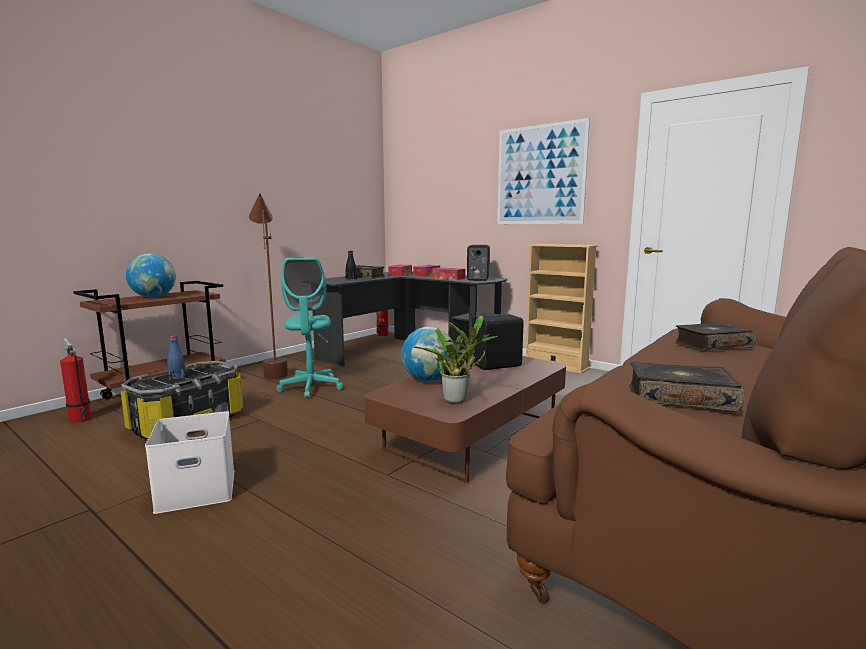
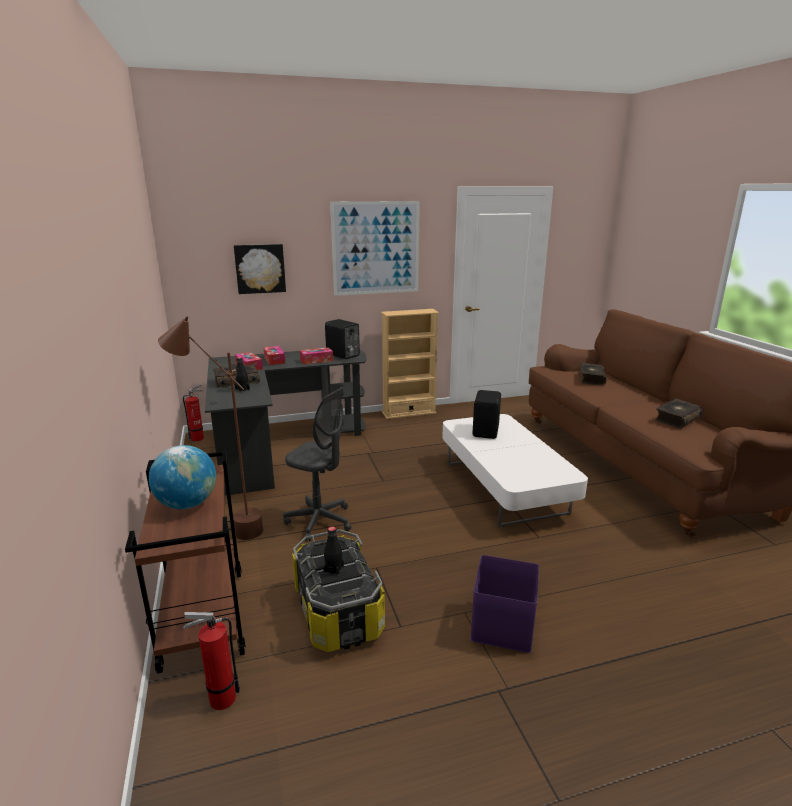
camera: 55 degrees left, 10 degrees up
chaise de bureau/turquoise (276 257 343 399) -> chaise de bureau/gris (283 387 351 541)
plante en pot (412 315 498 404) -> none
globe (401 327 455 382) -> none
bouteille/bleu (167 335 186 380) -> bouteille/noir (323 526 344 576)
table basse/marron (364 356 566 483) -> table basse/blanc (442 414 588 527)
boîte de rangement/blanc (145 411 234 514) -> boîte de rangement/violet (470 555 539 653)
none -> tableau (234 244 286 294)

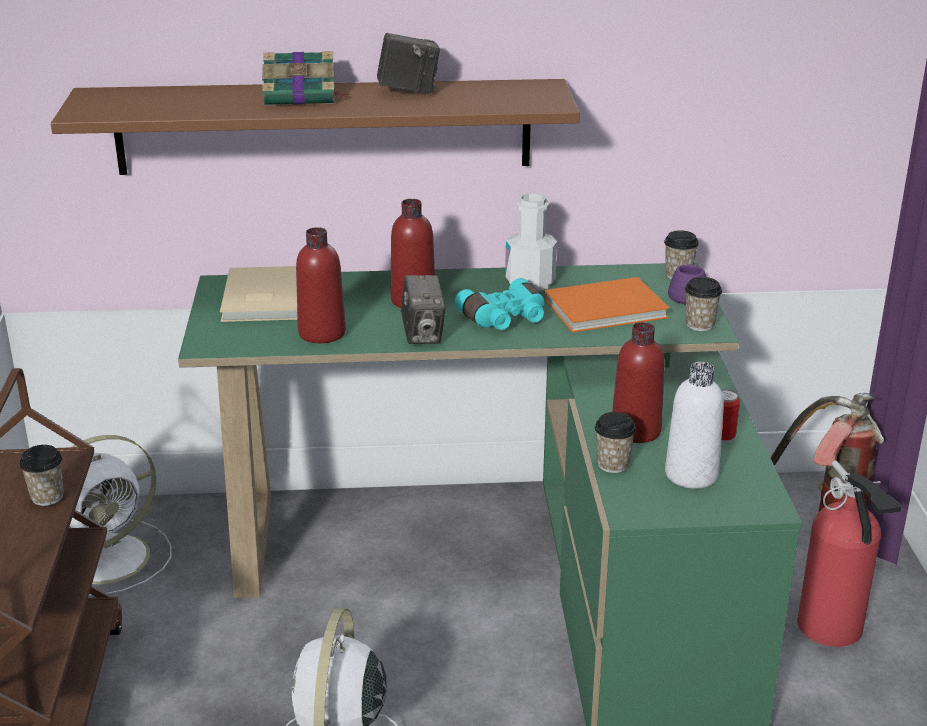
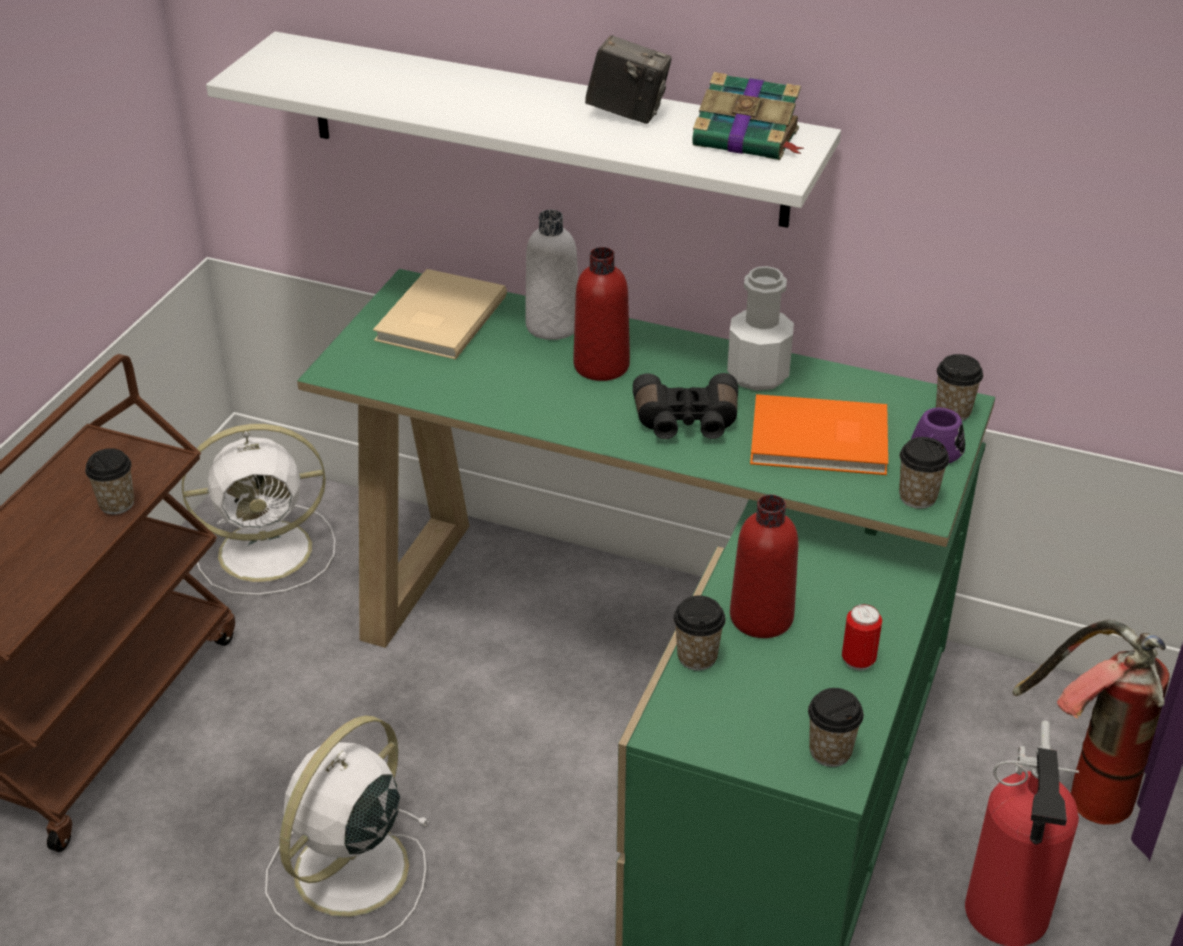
camera: 25 degrees right, 10 degrees up
livre (262 51 348 105) -> livre (692 72 804 160), move
étagère/marron (51 79 580 175) -> étagère/blanc (206 31 841 228)
bouteille/rouge (296 227 346 343) -> none
appareil photo (401 275 446 344) -> none
jumelles/turquoise (455 278 545 330) -> jumelles/noir (633 373 738 439)
bouteille/blanc (665 362 724 489) -> bouteille/blanc (525 210 578 340), move
none -> tasse (808 688 864 767)

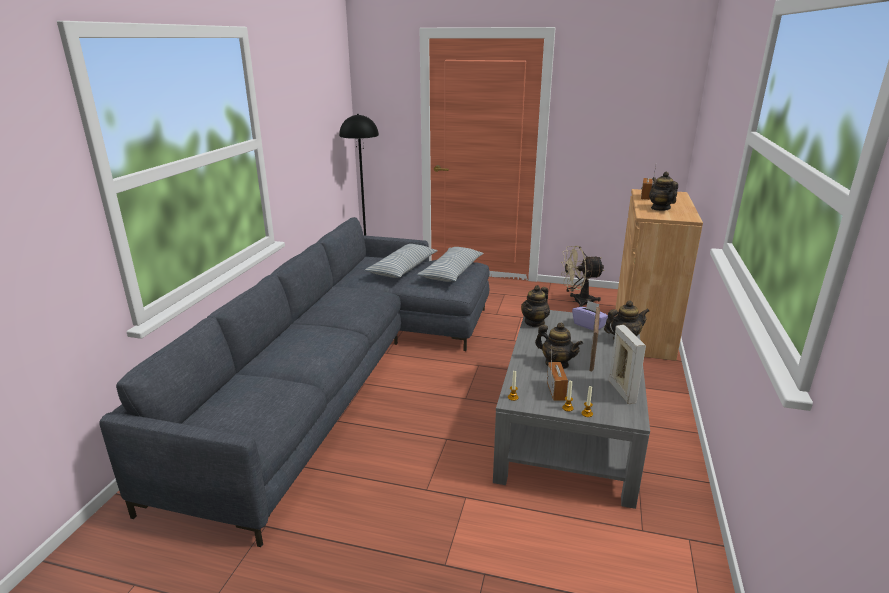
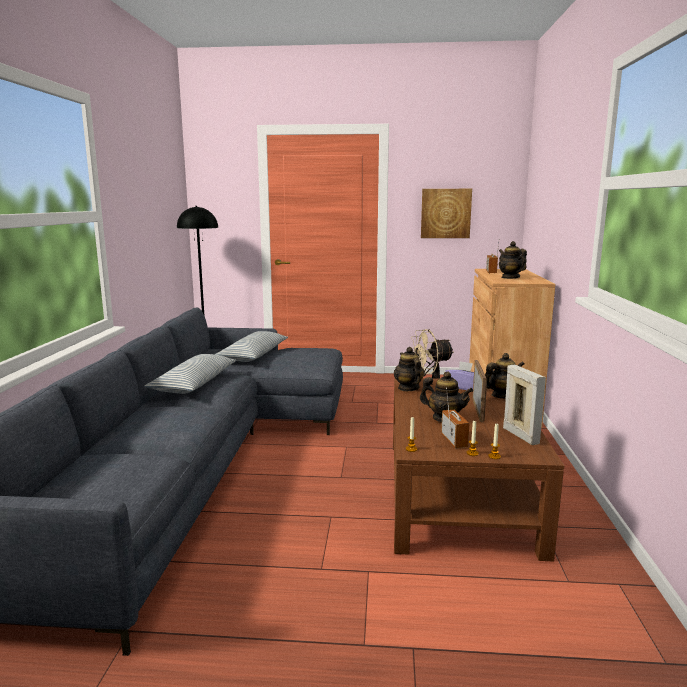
camera: 10 degrees left, 10 degrees down
coussin (417 247 484 282) -> coussin (144 354 236 394), move
théière (521 285 550 328) -> théière (394 347 424 391), 135 degrees clockwise
table basse/gris (493 310 650 509) -> table basse/marron (393 378 564 562)
none -> tableau (421 189 472 238)

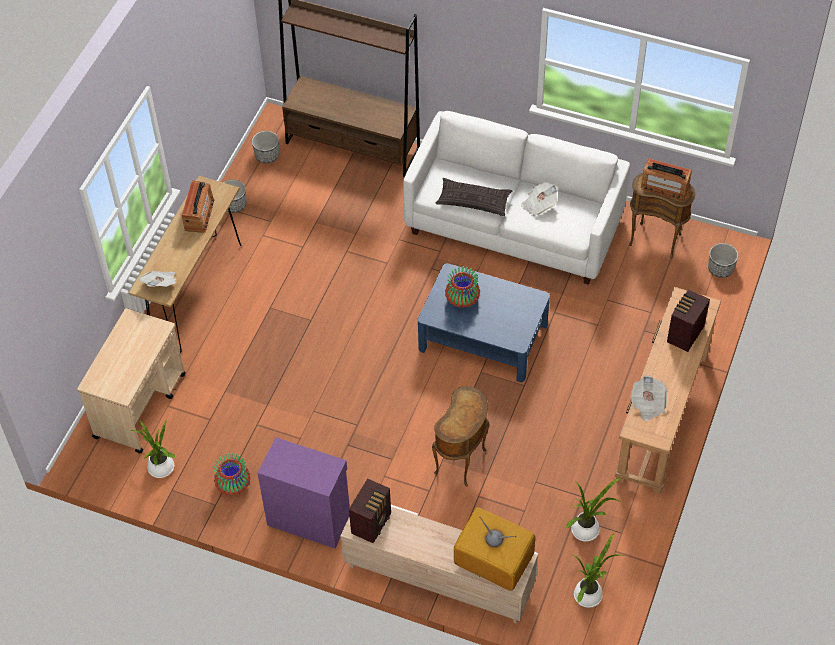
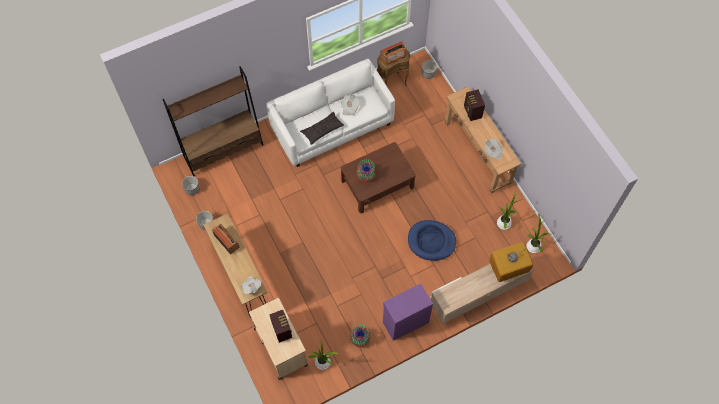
camera: 50 degrees left, 10 degrees up
table basse/bleu (418 263 550 382) -> table basse/marron (341 142 416 213)
table d'appoint/marron (432 386 489 487) -> panier pour chien/bleu (408 220 456 261)
radio (349 478 391 543) -> radio (269 310 292 343), move

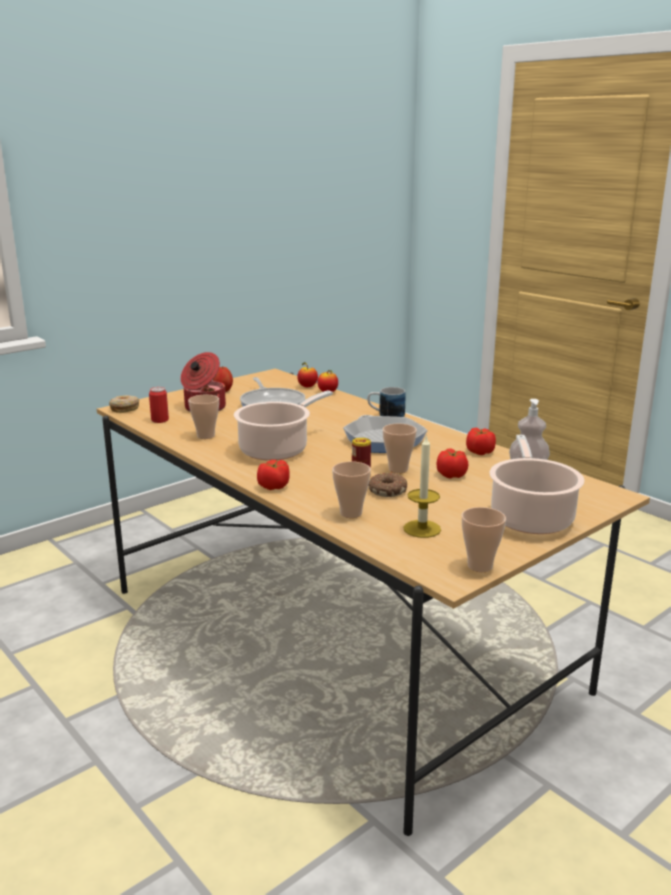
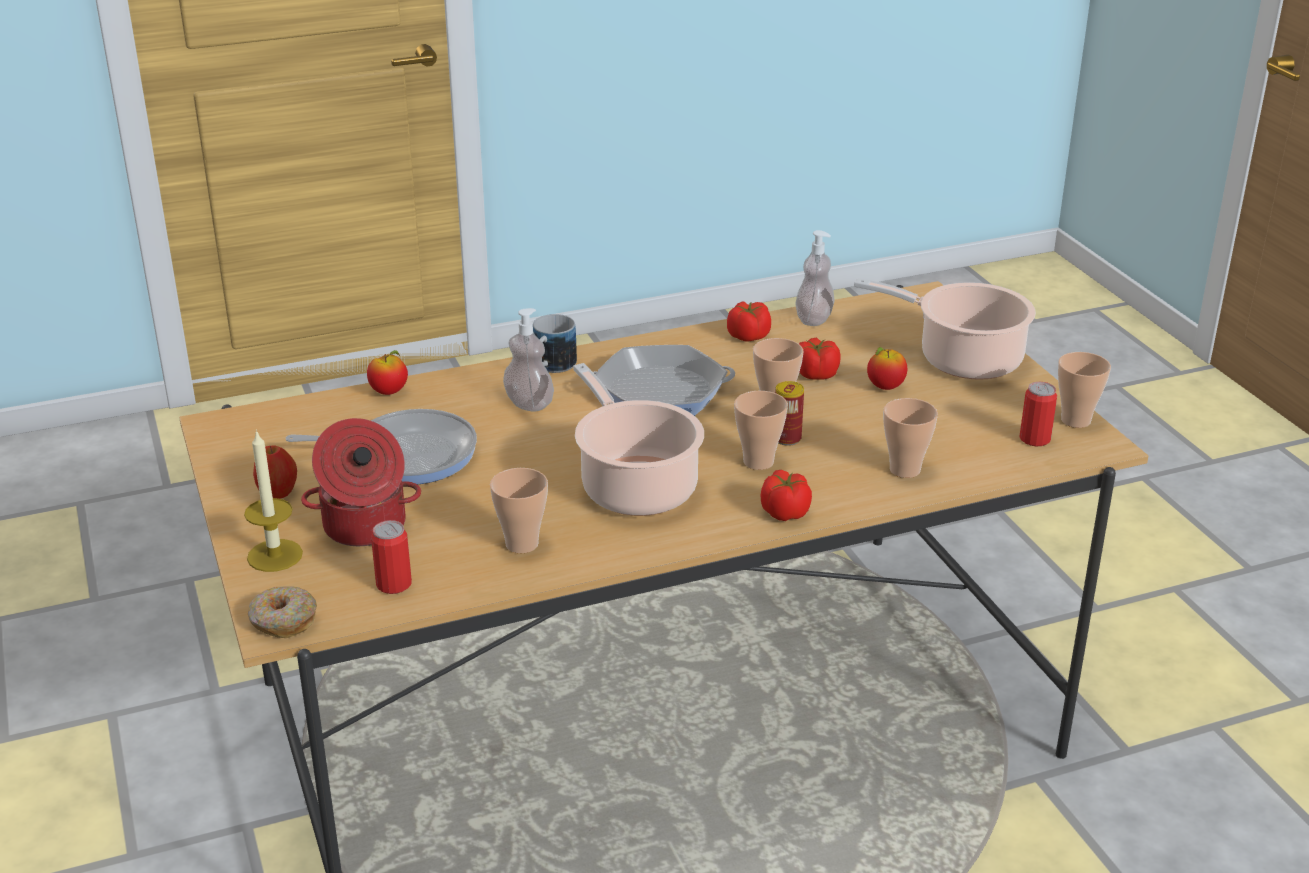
camera: 70 degrees left, 10 degrees up
pomme (297 362 318 387) -> pomme (867 347 907 390), move
bougie (404 435 441 538) -> bougie (244 430 303 572), move
beignet (368 473 407 497) -> none
none -> distributeur de savon (503 308 554 412)
none -> boîte métallique (1019 382 1057 446)
none -> tasse (734 391 788 470)

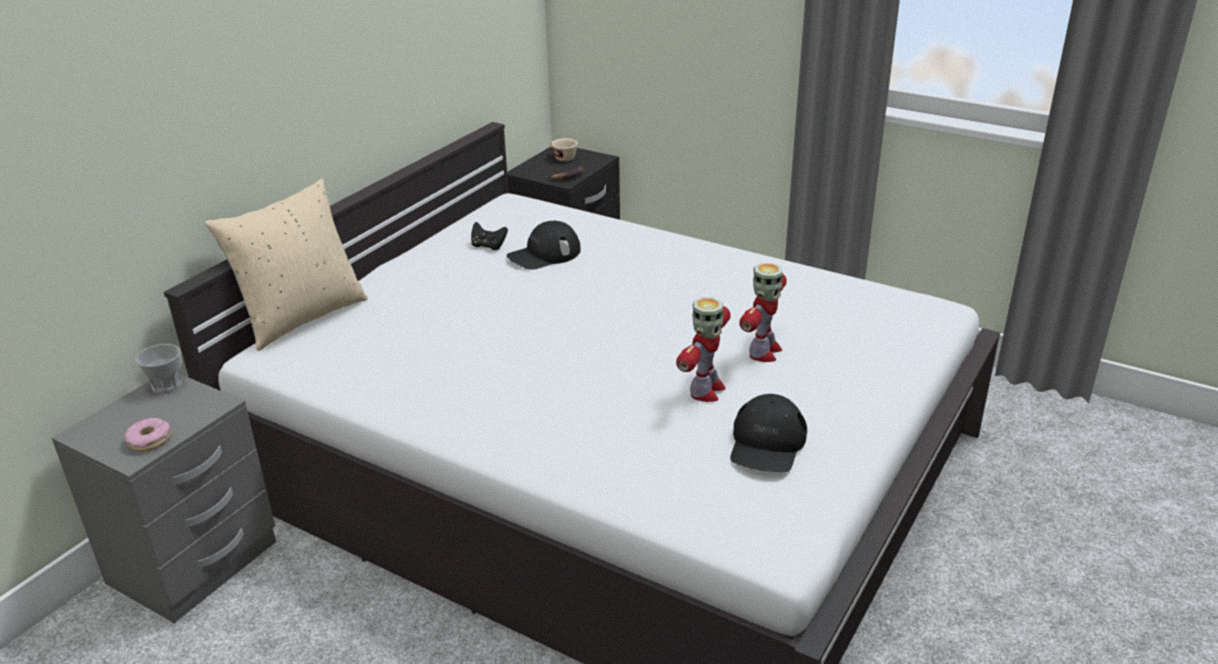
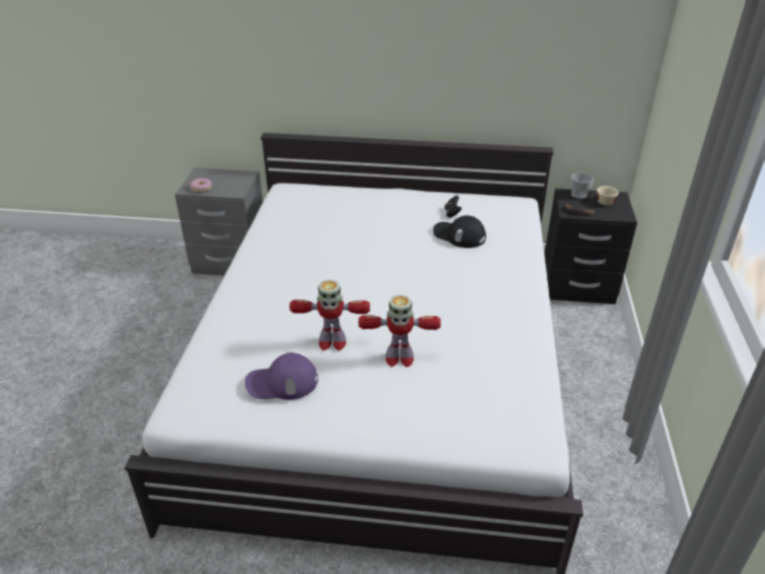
camera: 65 degrees right, 5 degrees up
coussin/beige (205 178 368 351) -> none
tasse (136 344 182 394) -> tasse (571 172 594 199), move
casquette/noir (730 394 807 472) -> casquette/violet (245 352 318 400)

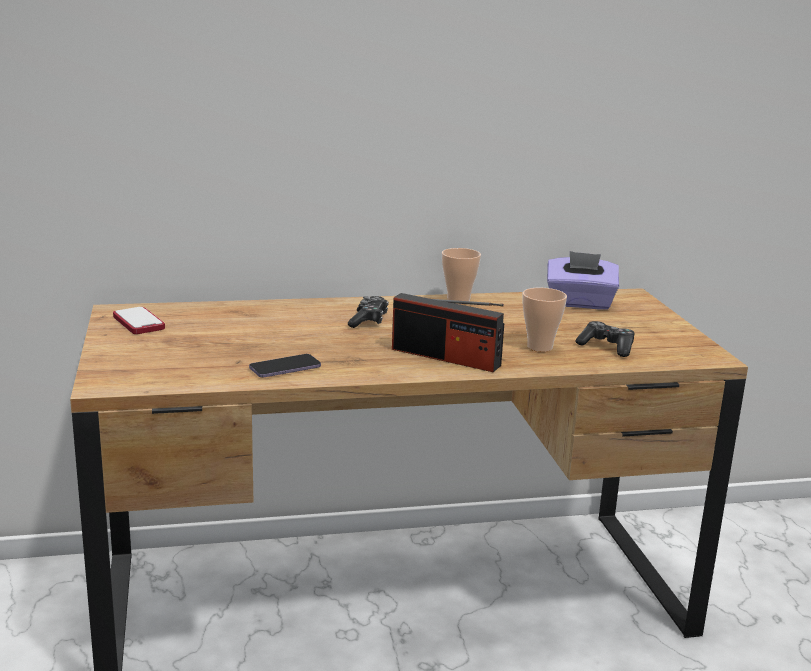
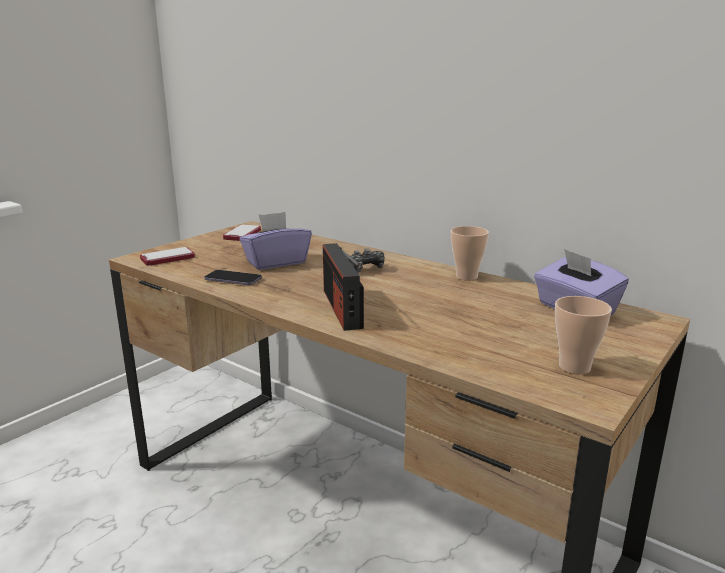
camera: 50 degrees right, 0 degrees up
tasse (523 288 567 352) -> tasse (555 296 612 374), move
manette (575 321 635 357) -> none
none -> boîte à mouchoirs/violet (240 212 312 270)
none -> téléphone (140 247 195 266)

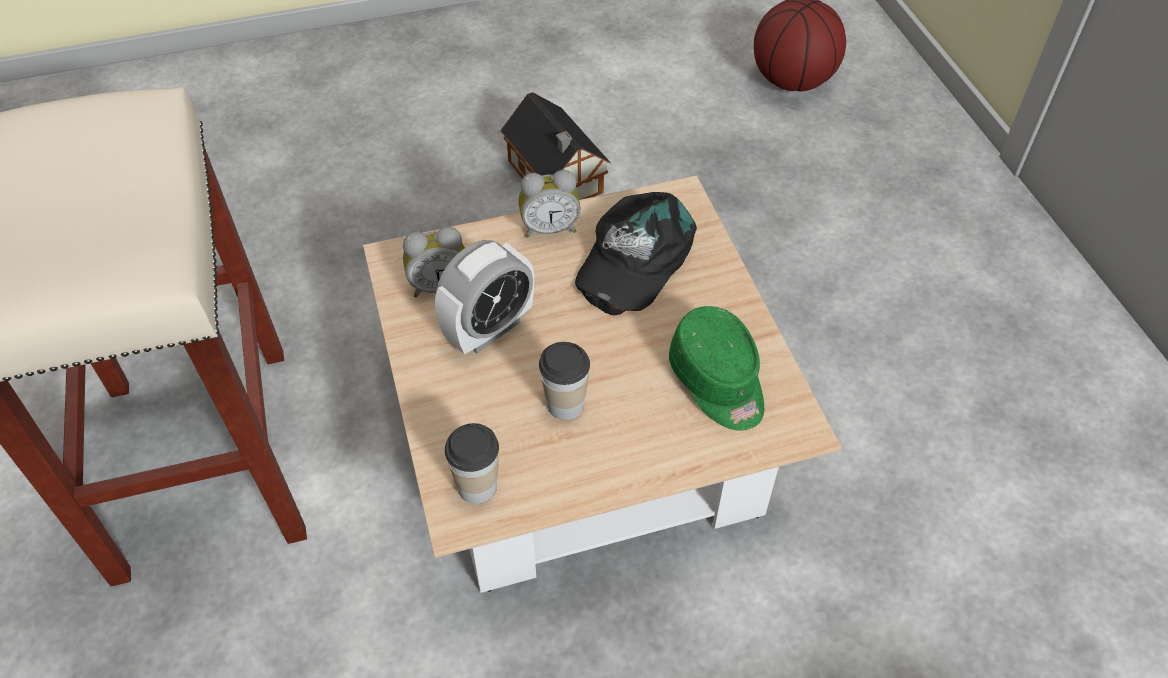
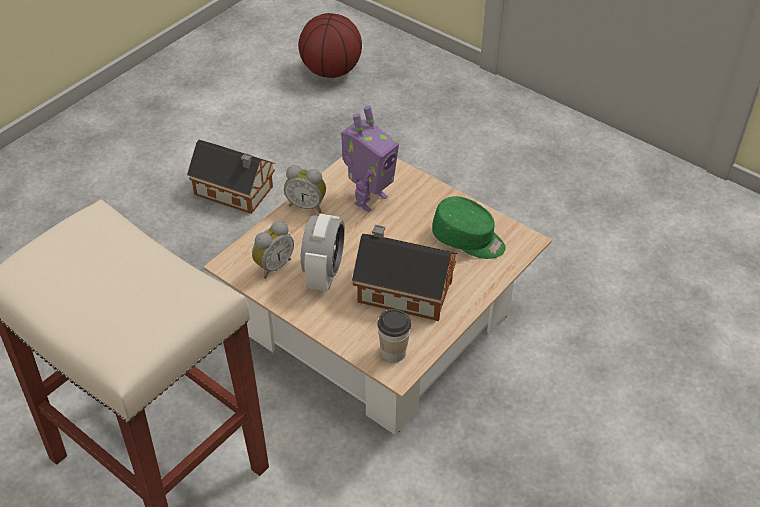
camera: 35 degrees left, 5 degrees down
réveil (518 170 580 238) -> réveil (284 165 326 213), 60 degrees clockwise
casquette/noir (575 192 697 315) -> robot jouet (341 106 399 212)
tasse (539 342 590 420) -> maison miniature (352 225 457 321)

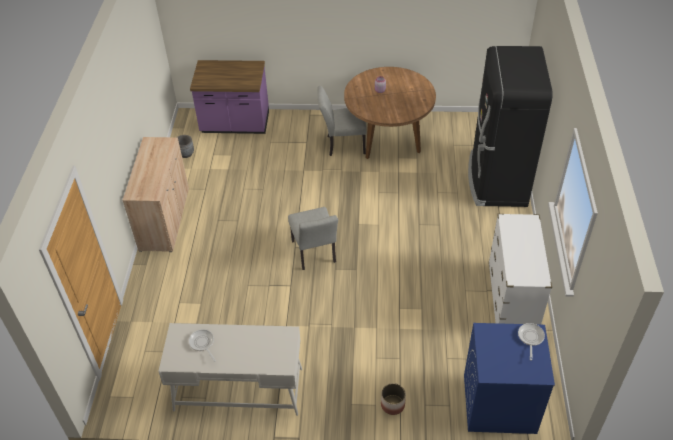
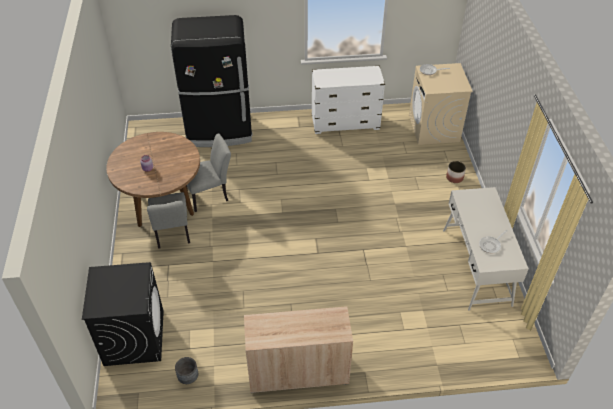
camera: 100 degrees left, 0 degrees up
comptoir de cuisine/violet (190 60 269 134) -> lave-linge/noir (82 262 164 366)
chaise/gris (288 207 338 270) -> chaise/gris (186 134 231 212), move
lave-linge/bleu (464 323 555 434) -> lave-linge/beige (409 63 473 145)

